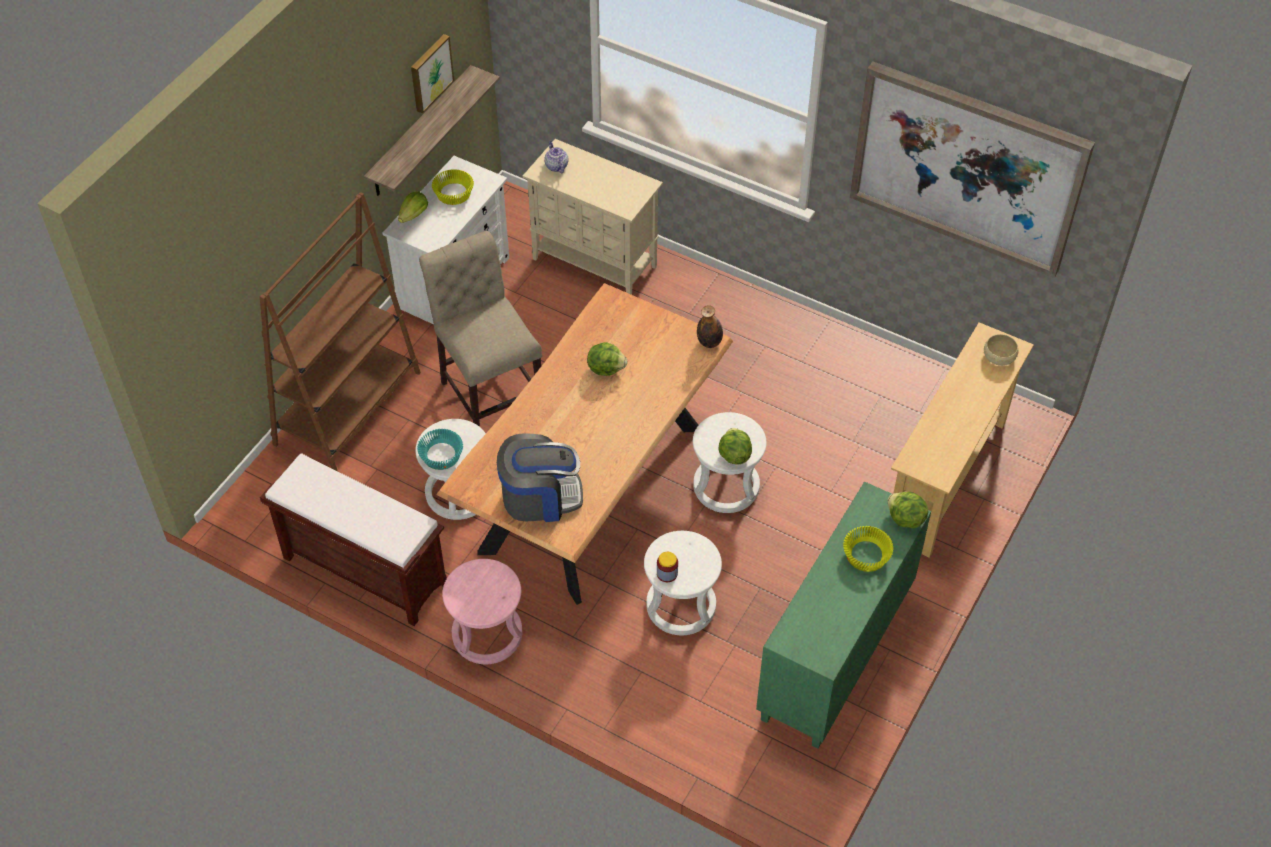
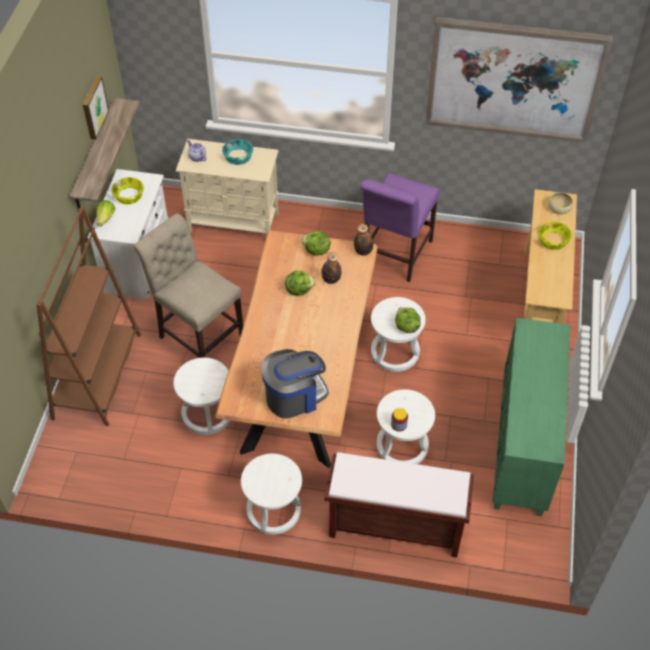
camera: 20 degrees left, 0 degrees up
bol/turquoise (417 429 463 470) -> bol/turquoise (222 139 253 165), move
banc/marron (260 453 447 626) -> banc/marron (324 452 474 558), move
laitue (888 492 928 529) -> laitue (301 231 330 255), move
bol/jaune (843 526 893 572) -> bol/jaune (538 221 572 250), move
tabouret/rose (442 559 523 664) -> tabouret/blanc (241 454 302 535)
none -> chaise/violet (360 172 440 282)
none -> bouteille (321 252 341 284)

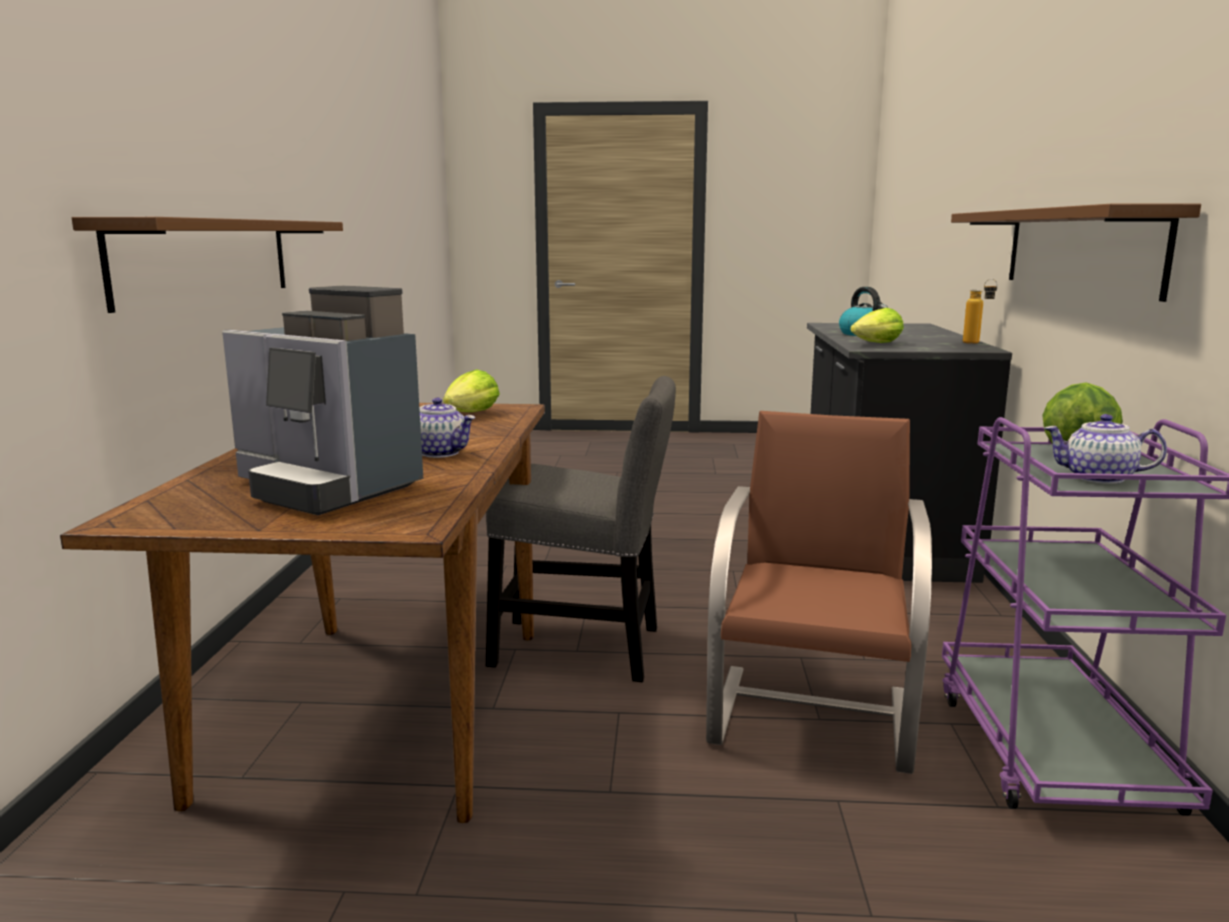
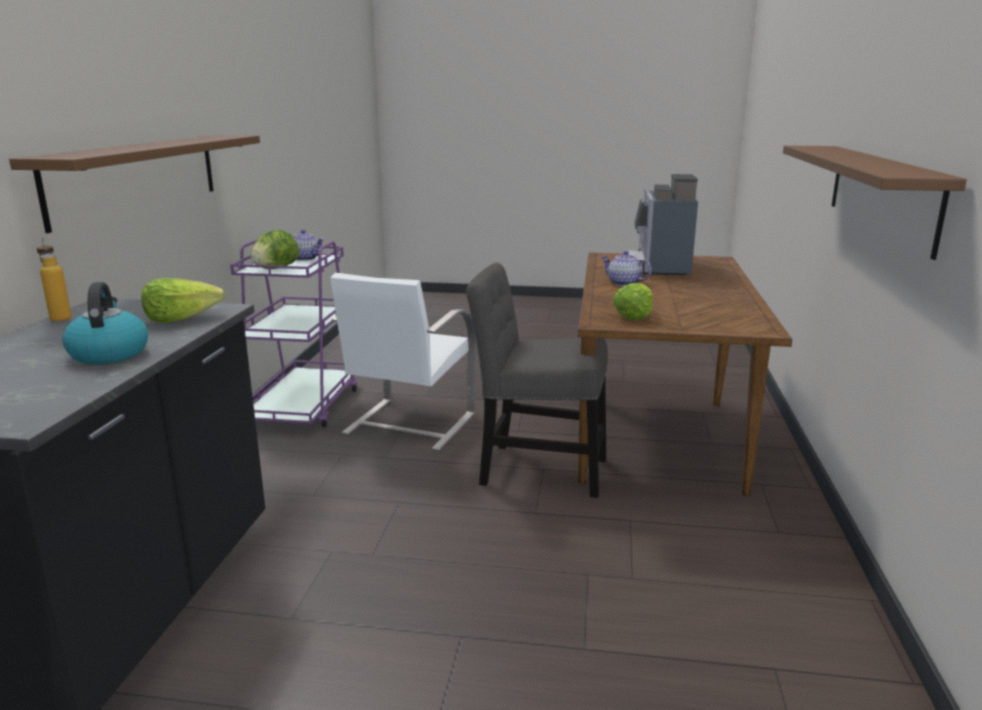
camera: 175 degrees left, 5 degrees up
machine à café (222 286 423 515) -> machine à café (625 174 698 276), 120 degrees counterclockwise
chaise/marron (706 411 932 774) -> chaise/blanc (330 273 476 451)

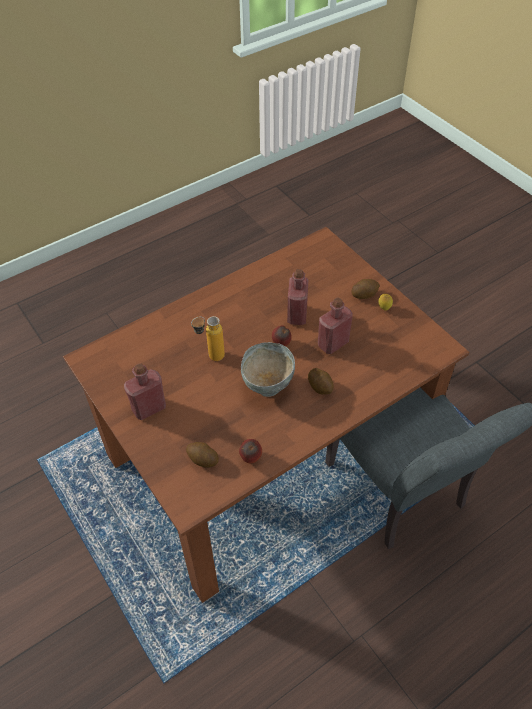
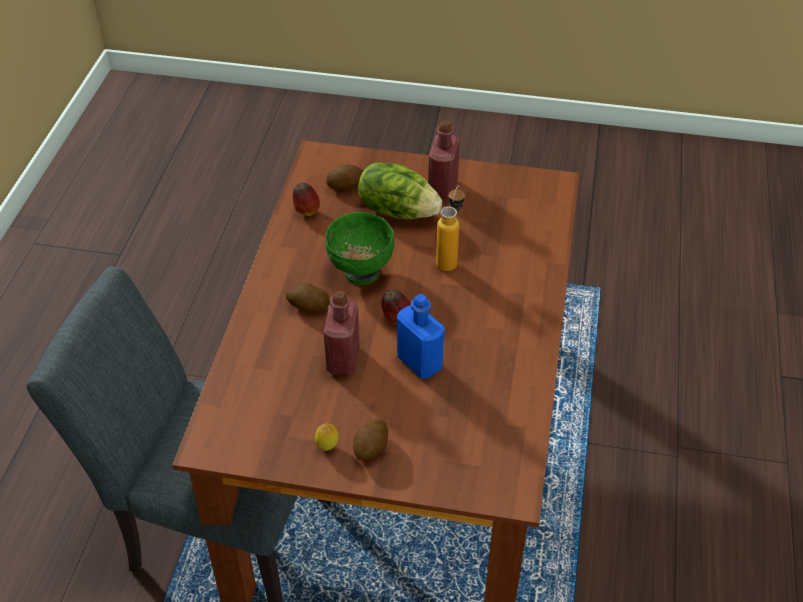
camera: 135 degrees right, 5 degrees down
bouteille/rouge (287 269 309 325) -> bouteille/bleu (397 294 445 379)
bol/gris (241 342 295 397) -> bol/vert (325 212 394 285)
none -> laitue (358 162 442 219)

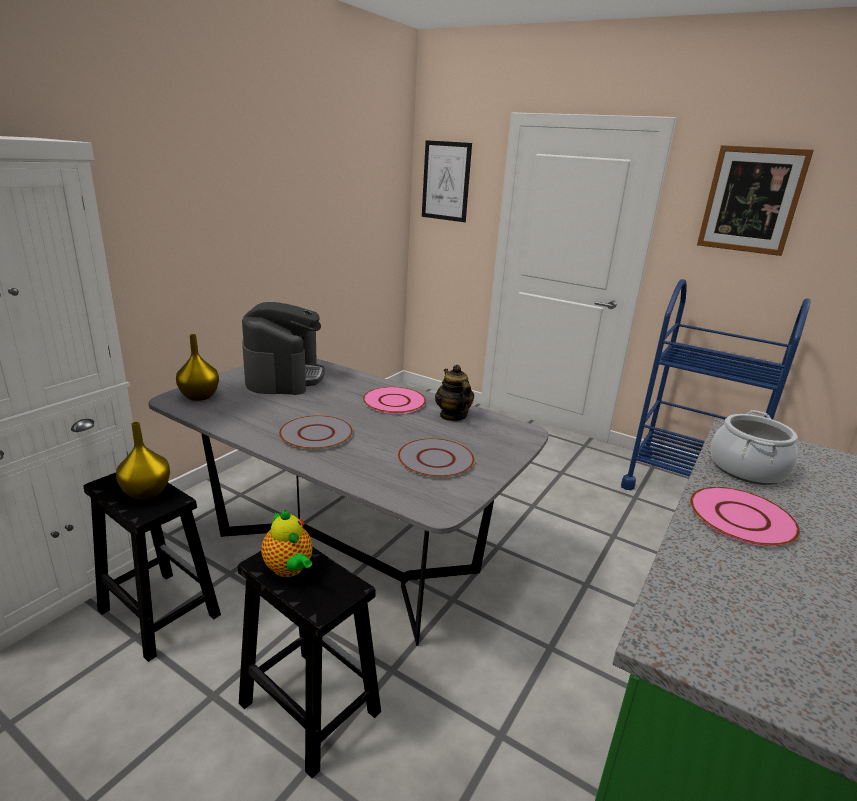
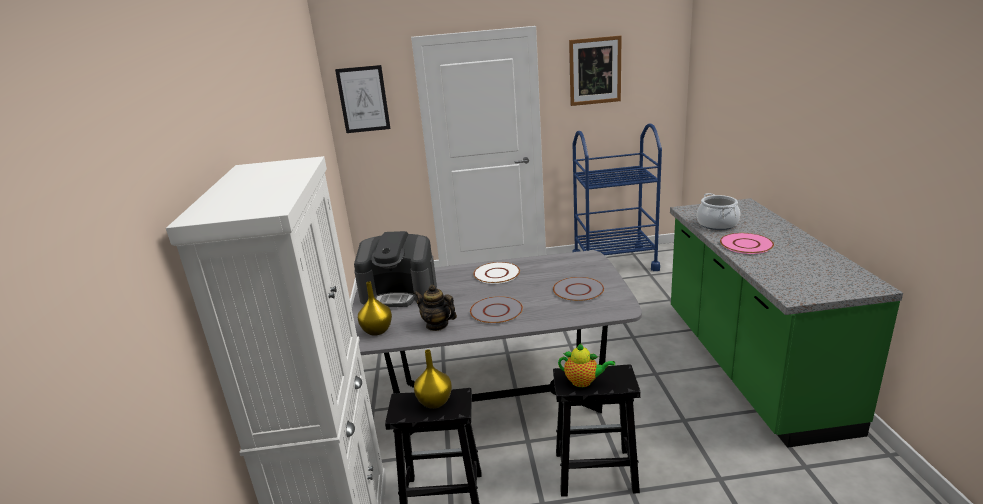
camera: 35 degrees left, 0 degrees up
machine à café (242 302 325 395) -> machine à café (354 231 437 307), 135 degrees clockwise
théière (435 365 474 421) -> théière (414 285 457 331), move
assiette/rose (363 387 426 414) -> assiette/blanc (473 262 520 284)

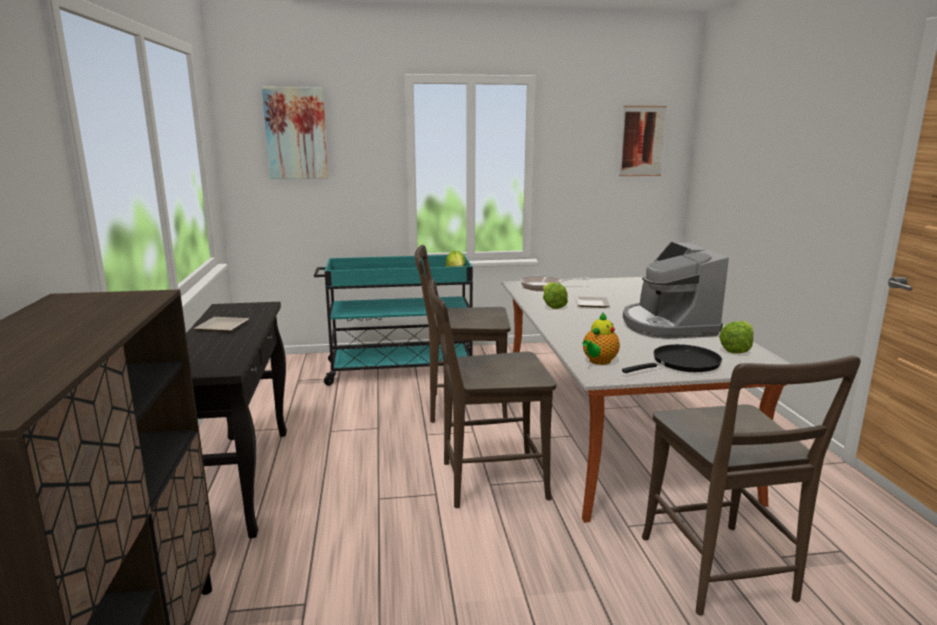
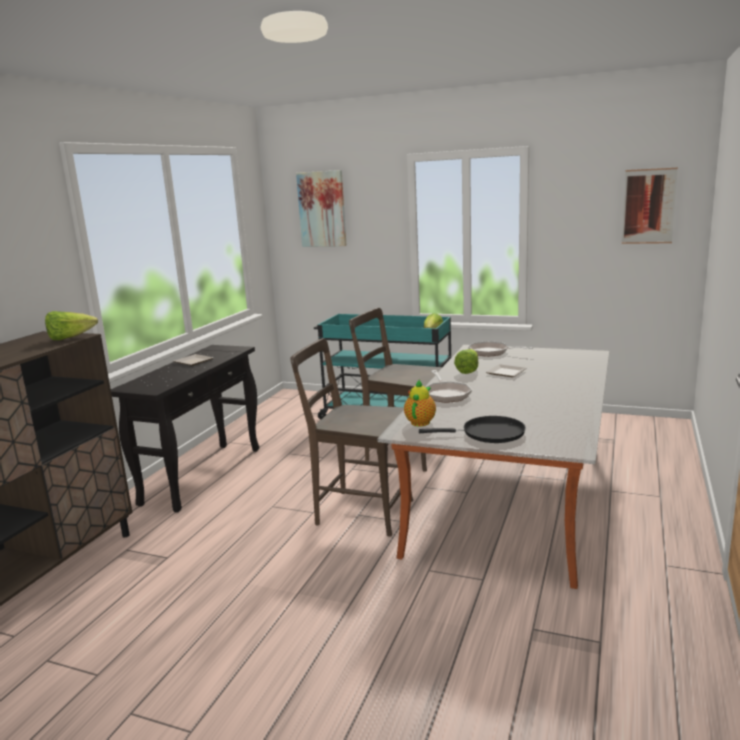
camera: 30 degrees right, 0 degrees up
machine à café (623 242 729 339) -> none
théière (582 312 620 365) -> théière (404 379 436 427), 135 degrees clockwise
laitue (719 321 754 354) -> laitue (45 311 98 340), move
chaise/marron (642 355 861 616) -> none
none -> poêle (426 370 472 403)

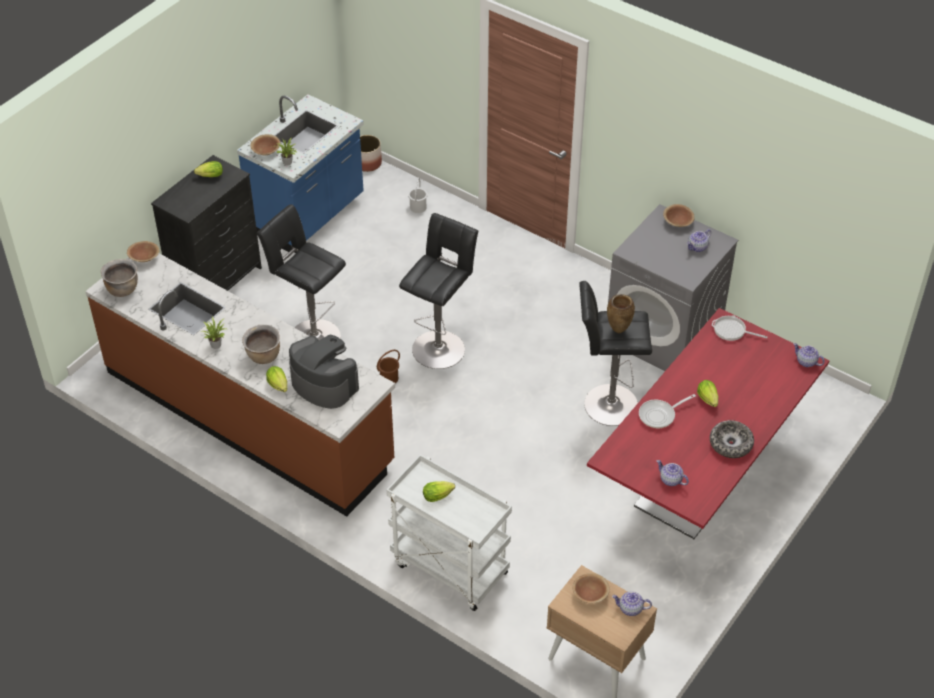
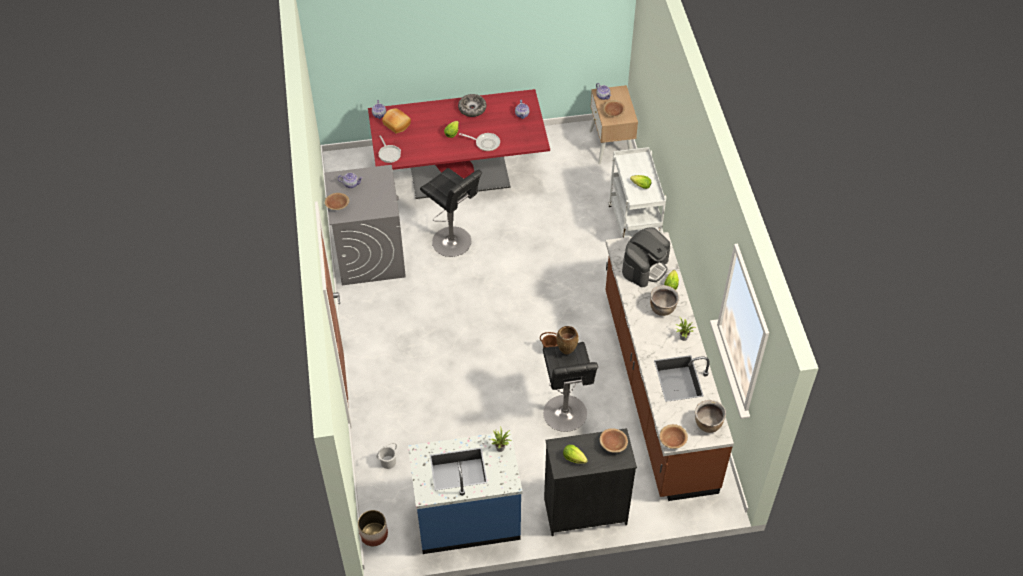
camera: 135 degrees left, 5 degrees up
bol/marron (250 134 280 155) -> bol/marron (600 428 628 453), move
tabouret/noir (399 213 478 369) -> none
vase/marron (607 294 635 333) -> vase/marron (556 326 579 354), move
machine à café (289 335 359 409) -> machine à café (622 227 670 287), 135 degrees counterclockwise
none -> pain (382 108 411 134)

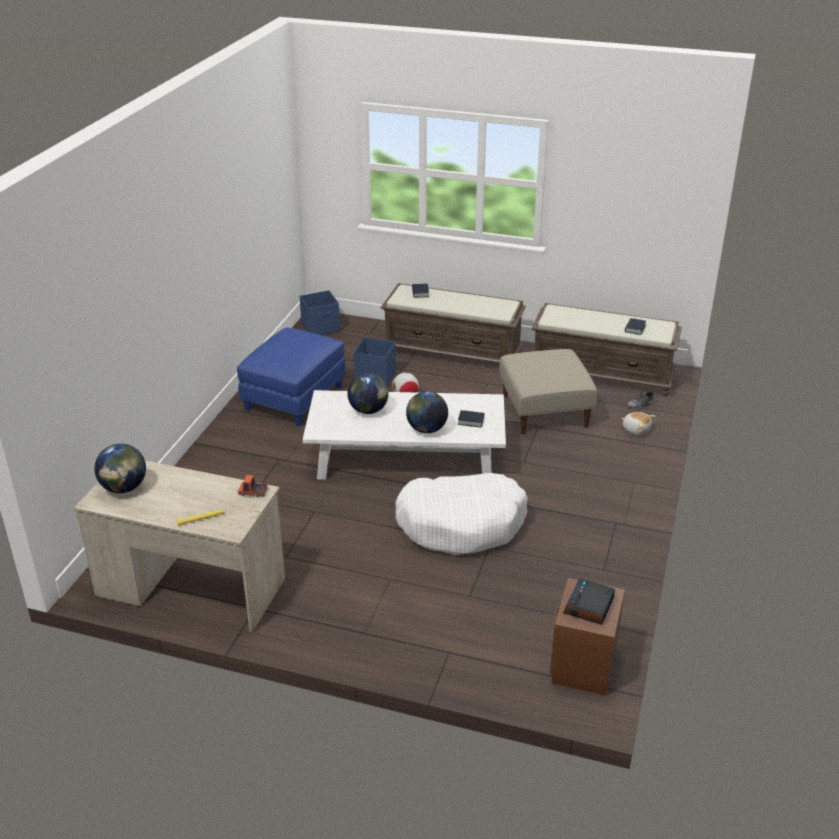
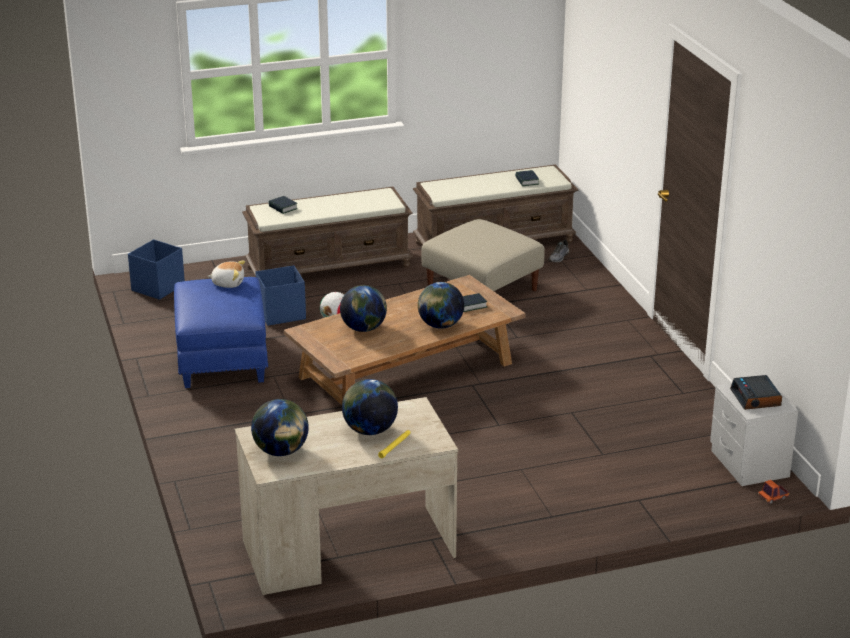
camera: 35 degrees left, 5 degrees down
table basse/blanc (303 390 506 480) -> table basse/marron (284 275 526 405)
peluche (622 412 656 435) -> peluche (208 261 245 288), move
panier pour chien/blanc (395 473 528 555) -> none
camion jouet (238 475 268 497) -> camion jouet (758 480 790 504), move
table de chevet/marron (550 578 625 696) -> table de chevet/gris (710 383 798 486)
none -> globe (342 379 398 435)

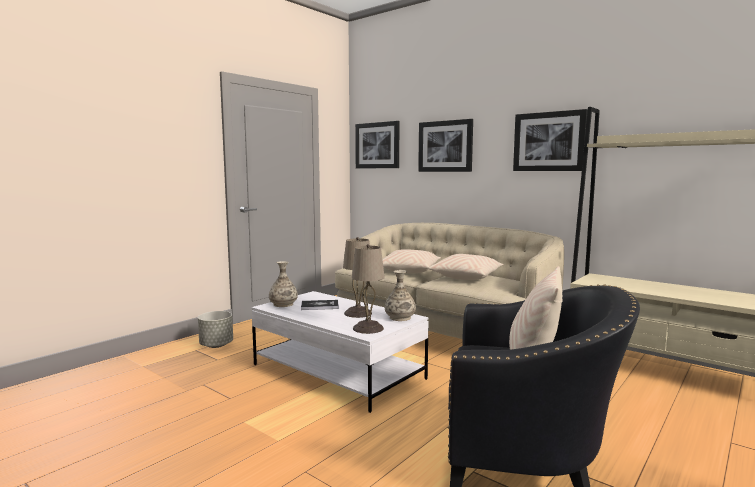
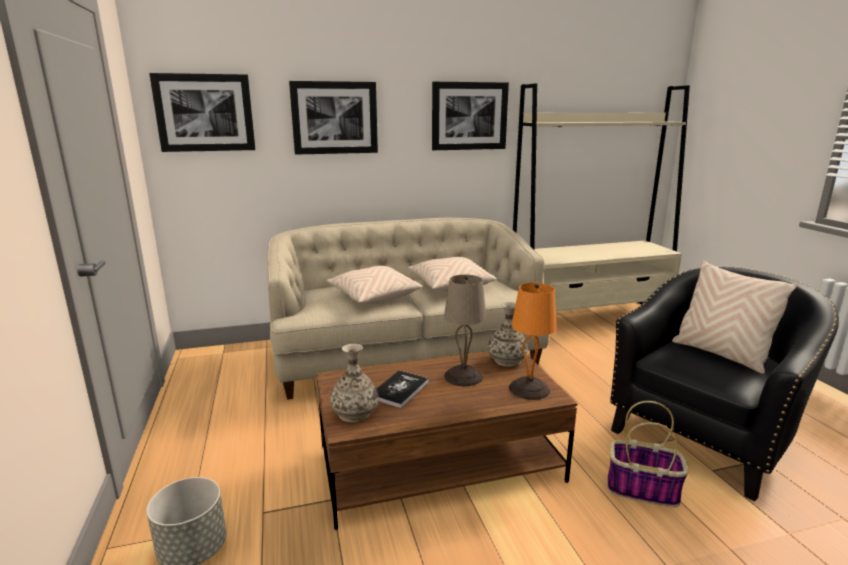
camera: 55 degrees left, 10 degrees up
lampe de table/beige (352 244 385 334) -> lampe de table/orange (509 283 557 400)
table basse/blanc (251 291 429 413) -> table basse/marron (317 351 578 530)
none -> panier (608 401 688 507)

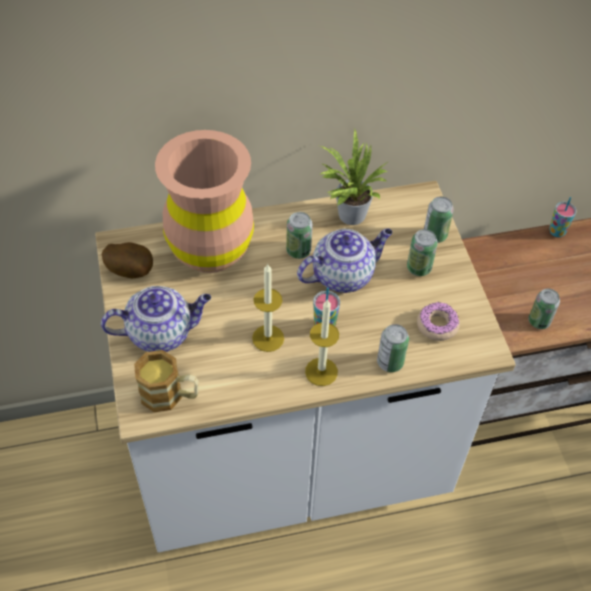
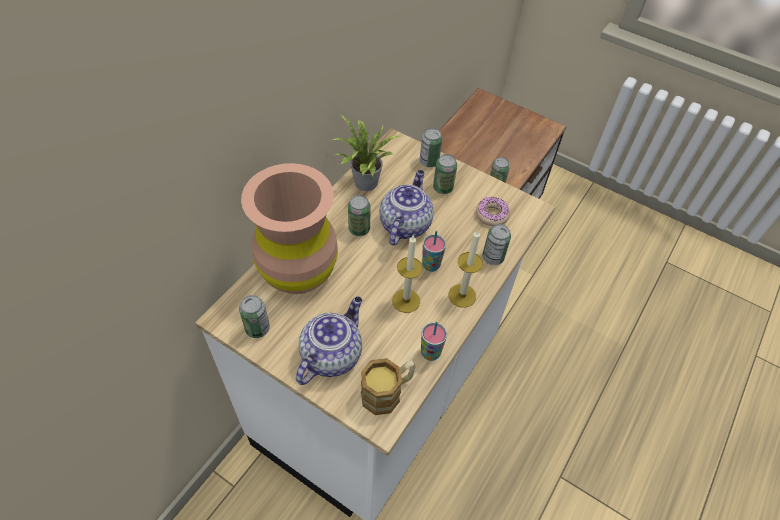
camera: 45 degrees left, 0 degrees up
tasse (549 197 577 237) -> tasse (421 322 447 361), move
pomme de terre (102 242 153 279) -> boîte métallique (239 295 270 338)

